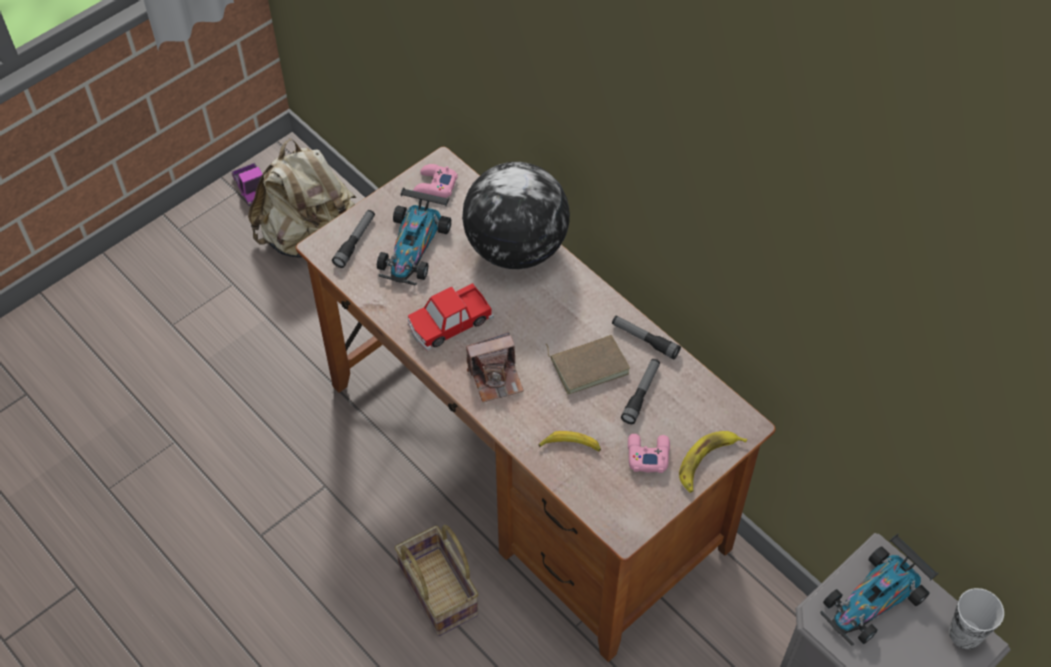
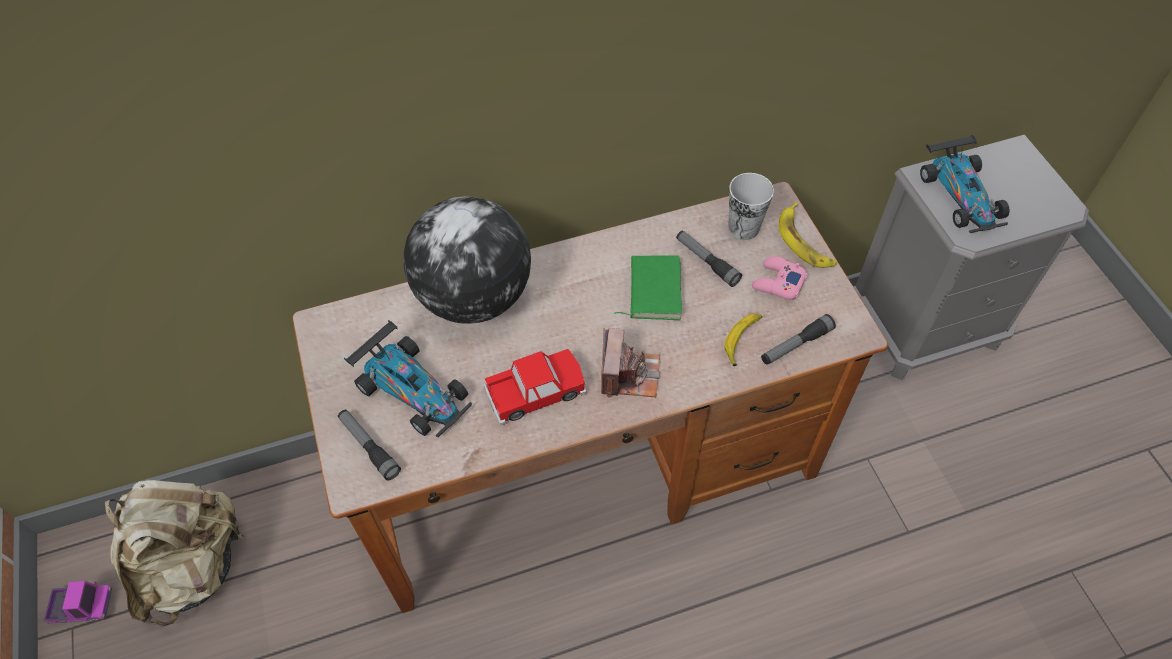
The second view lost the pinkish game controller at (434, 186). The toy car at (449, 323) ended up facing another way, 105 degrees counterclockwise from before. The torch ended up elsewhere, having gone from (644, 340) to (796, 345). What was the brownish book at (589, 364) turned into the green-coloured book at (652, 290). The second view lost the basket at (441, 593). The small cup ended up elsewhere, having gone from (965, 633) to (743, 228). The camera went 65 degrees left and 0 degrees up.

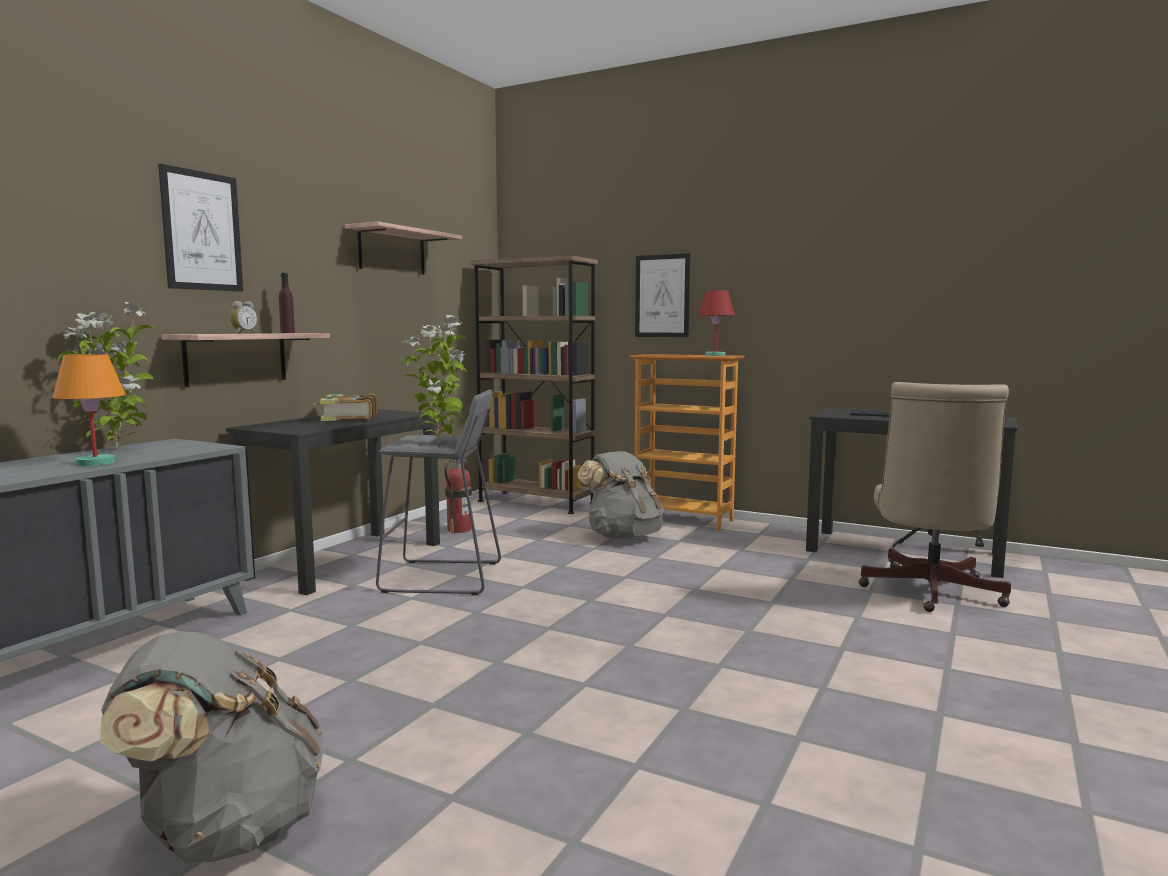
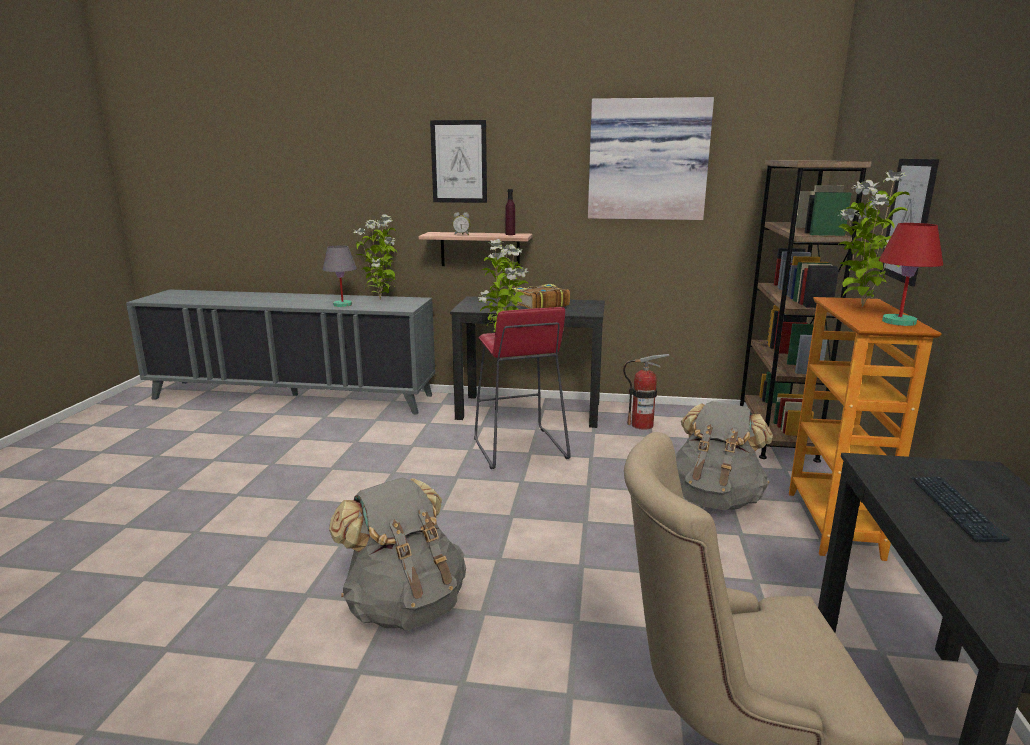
Where the wall shelf hung at (392, 251), the wall art came to hang at (647, 160). What was the orange lamp for a table at (96, 462) turned into the gray lamp for a table at (343, 305). What was the gray stool seat at (443, 577) turned into the reddish stool seat at (519, 448). The gray knapsack ended up elsewhere, having gone from (225, 831) to (405, 605). The second view gained the houseplant at (859, 306). The camera went 70 degrees right and 10 degrees up.

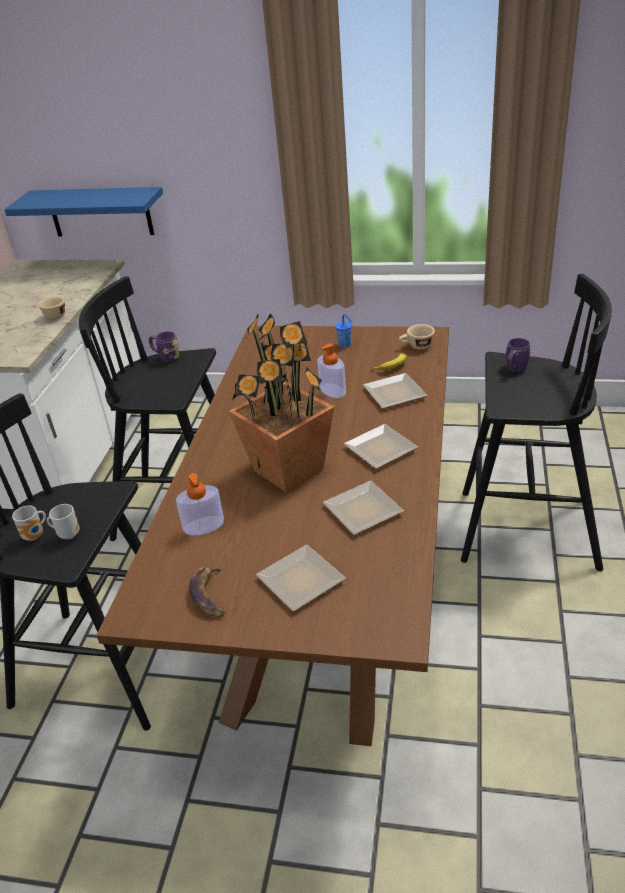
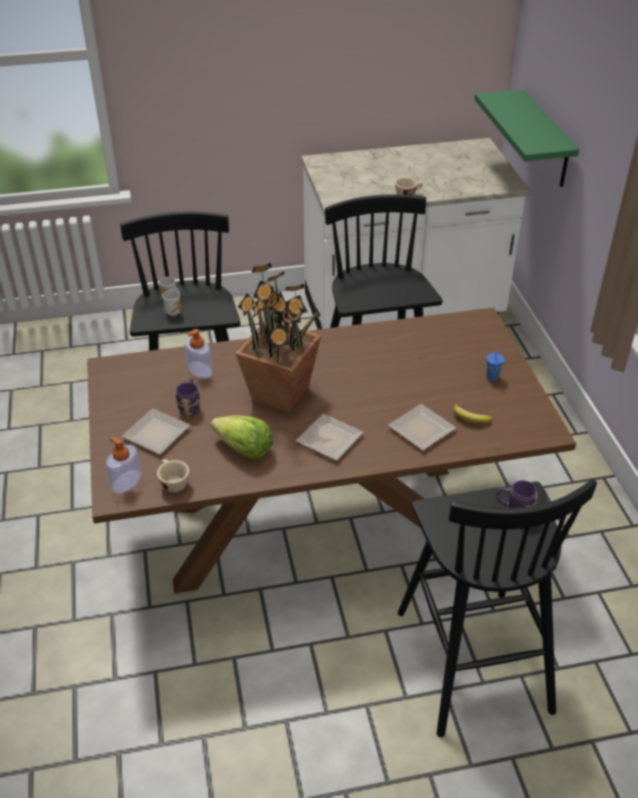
What was the blue wall shelf at (100, 212) turned into the green-coloured wall shelf at (546, 140). The beige small cup ended up elsewhere, having gone from (416, 346) to (172, 482). The purplish mug ended up elsewhere, having gone from (166, 357) to (190, 406). The liquid soap bottle ended up elsewhere, having gone from (332, 390) to (126, 481). Where the flat dish stood at (366, 511), the lettuce head came to stand at (244, 449). The second view lost the whole banana at (209, 594). The camera went 65 degrees right and 5 degrees up.

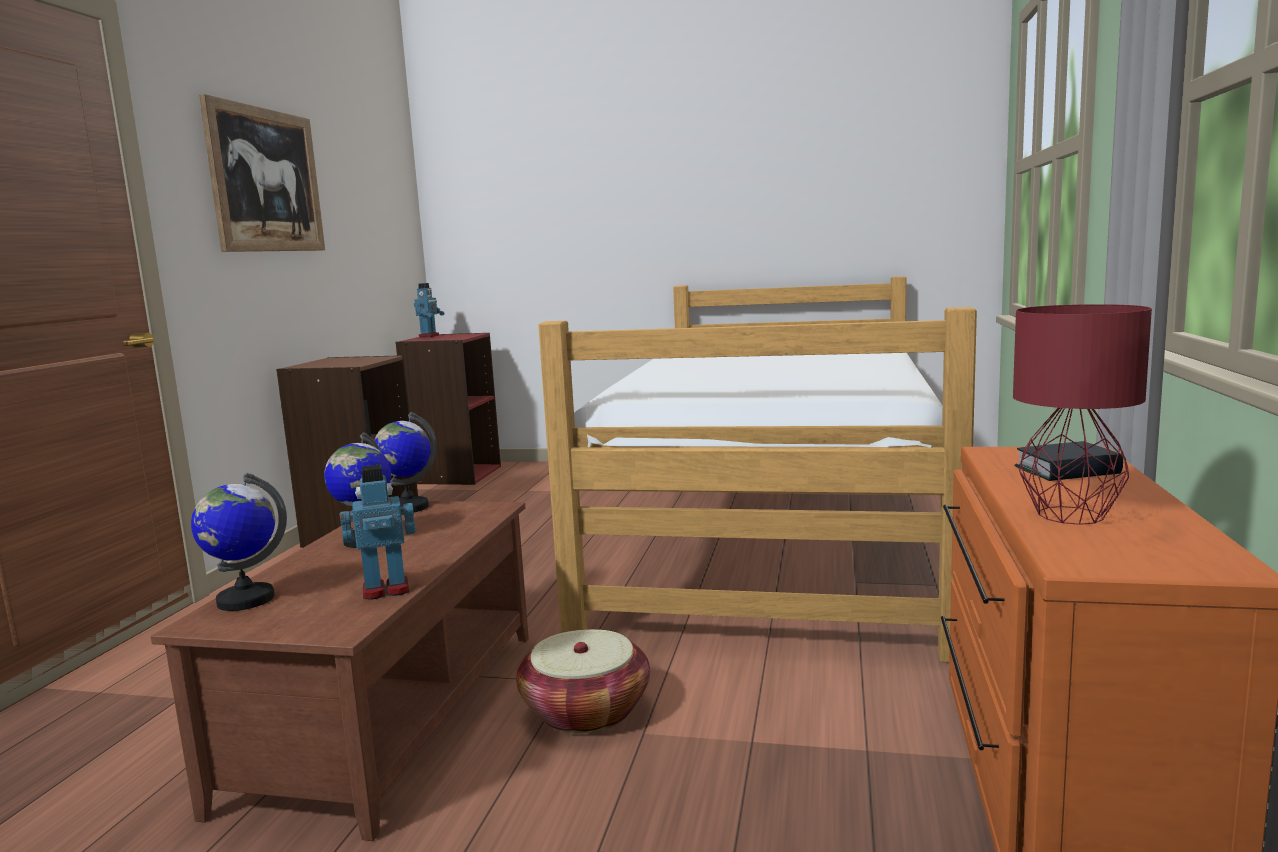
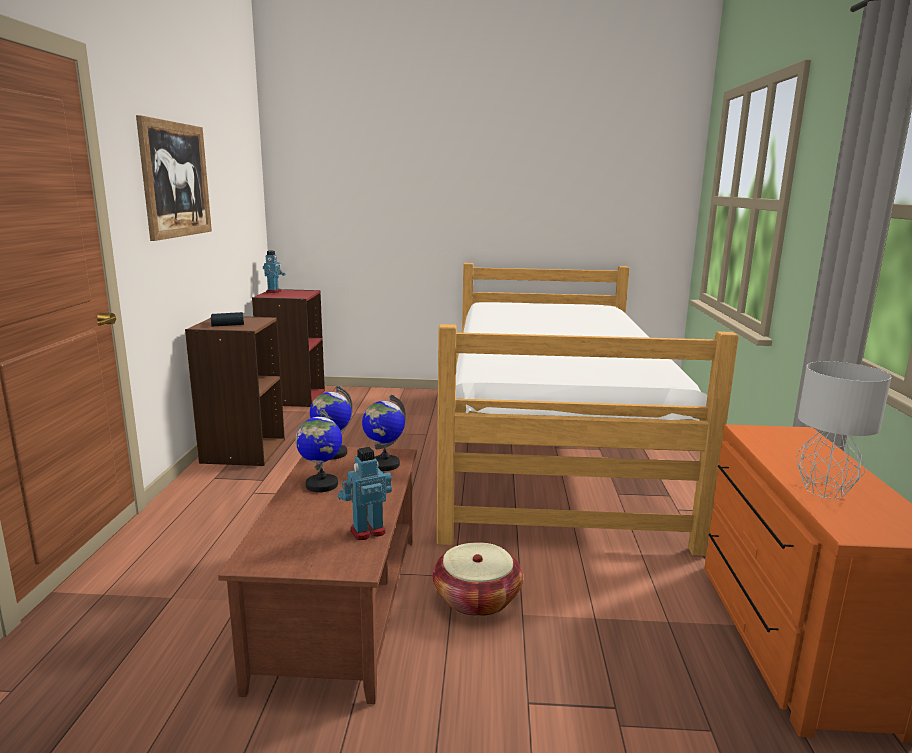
What was the reddish lamp for a table at (1068, 516) turned into the gray lamp for a table at (824, 491). The book ended up elsewhere, having gone from (1067, 471) to (227, 323). The desk globe ended up elsewhere, having gone from (245, 600) to (384, 464). The camera went 10 degrees left and 5 degrees up.

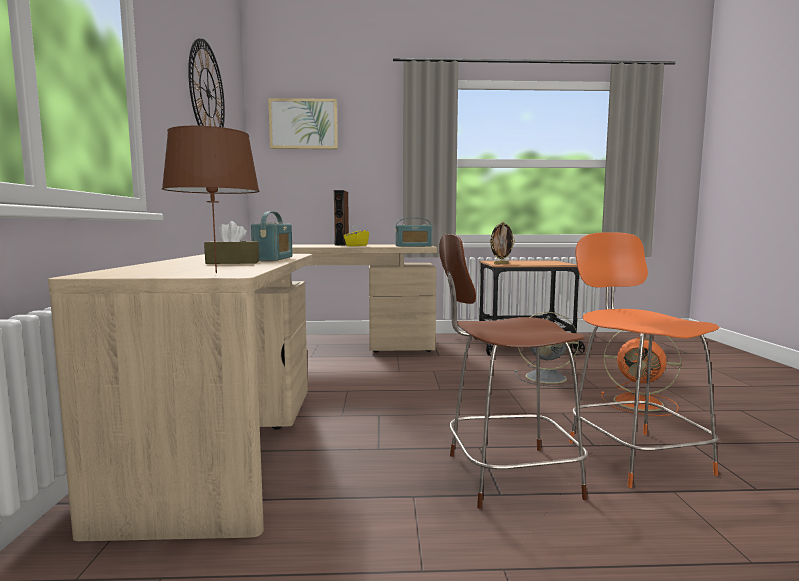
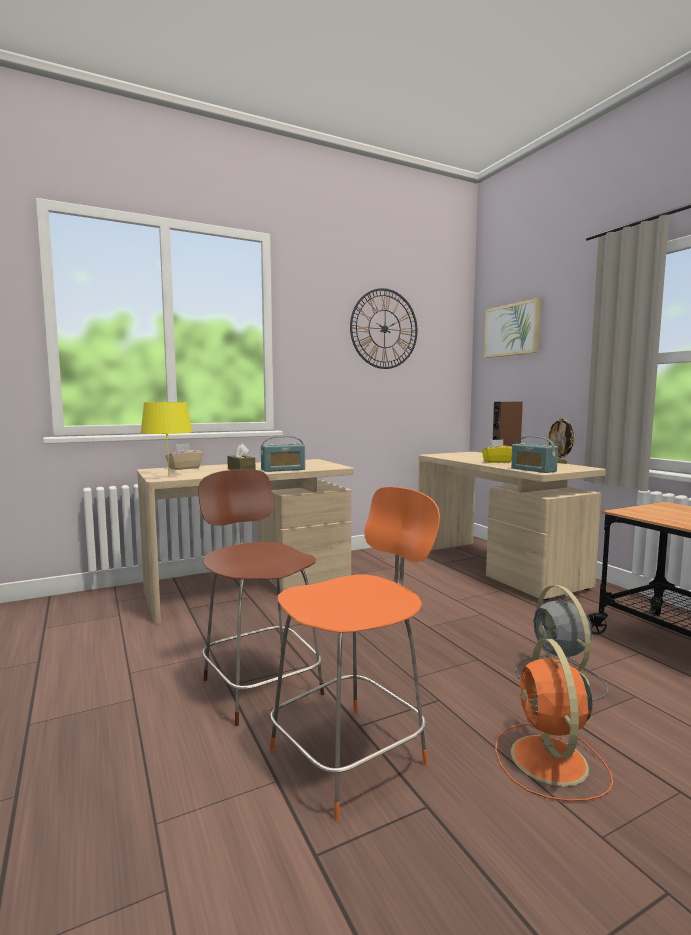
What was the brownish lamp for a table at (215, 273) turned into the yellowish lamp for a table at (168, 476). The standing frame ended up elsewhere, having gone from (501, 264) to (559, 463). The second view gained the beige box of tissues at (184, 468). The camera went 65 degrees right and 0 degrees up.

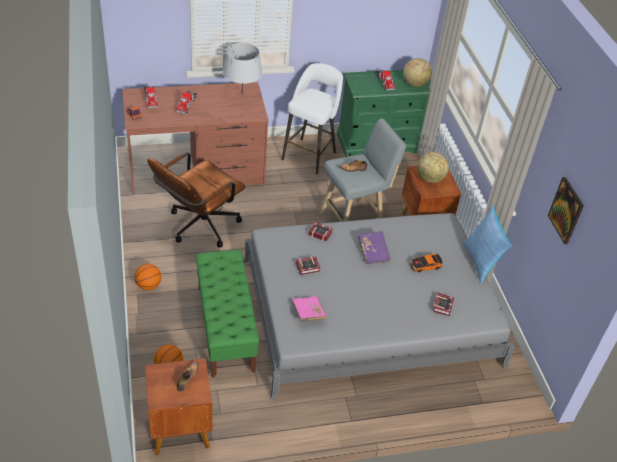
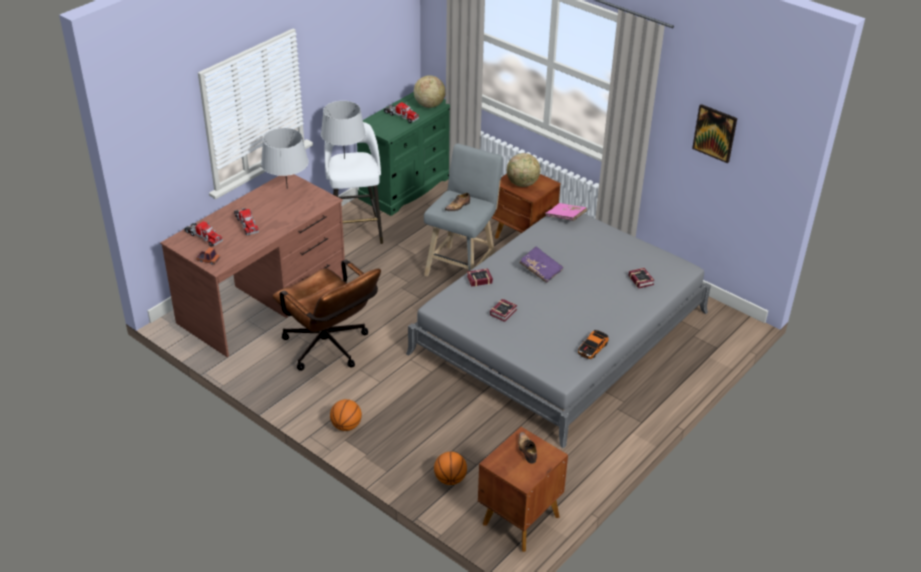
The brownish computer chair at (198, 227) ended up facing another way, 45 degrees counterclockwise from before. The second view lost the throw pillow at (481, 262). The second view lost the green-coloured bench at (225, 328). The toy car ended up elsewhere, having gone from (425, 265) to (592, 348). The pinkish book ended up elsewhere, having gone from (308, 313) to (566, 217). The second view gained the gray lamp for a table at (344, 158). The camera went 35 degrees left and 5 degrees down.

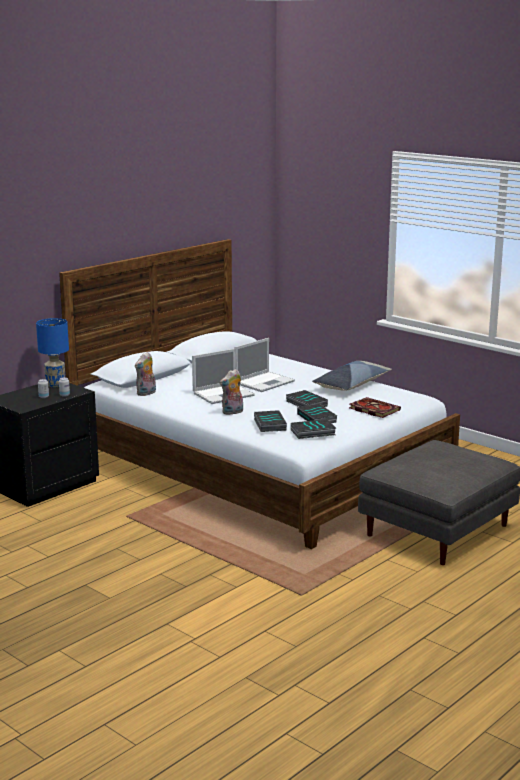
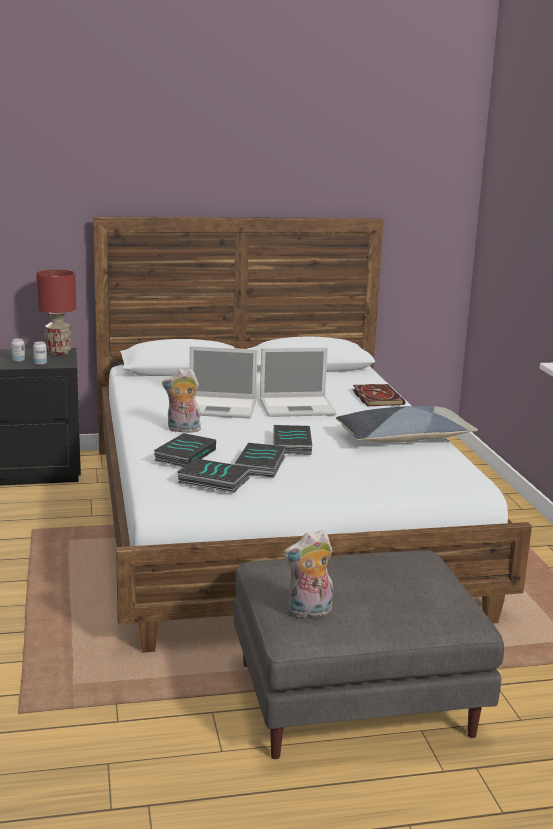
What was the blue lamp for a table at (55, 385) turned into the reddish lamp for a table at (58, 352). The soft toy ended up elsewhere, having gone from (146, 393) to (309, 612). The book ended up elsewhere, having gone from (372, 409) to (376, 397). The camera went 35 degrees right and 0 degrees up.

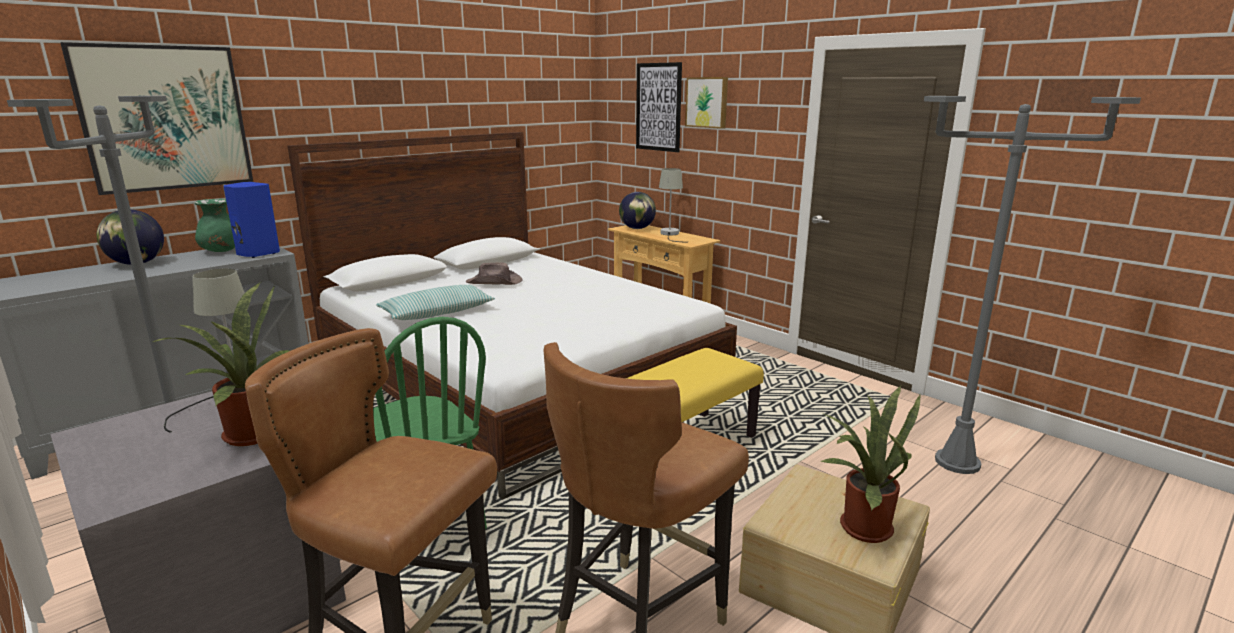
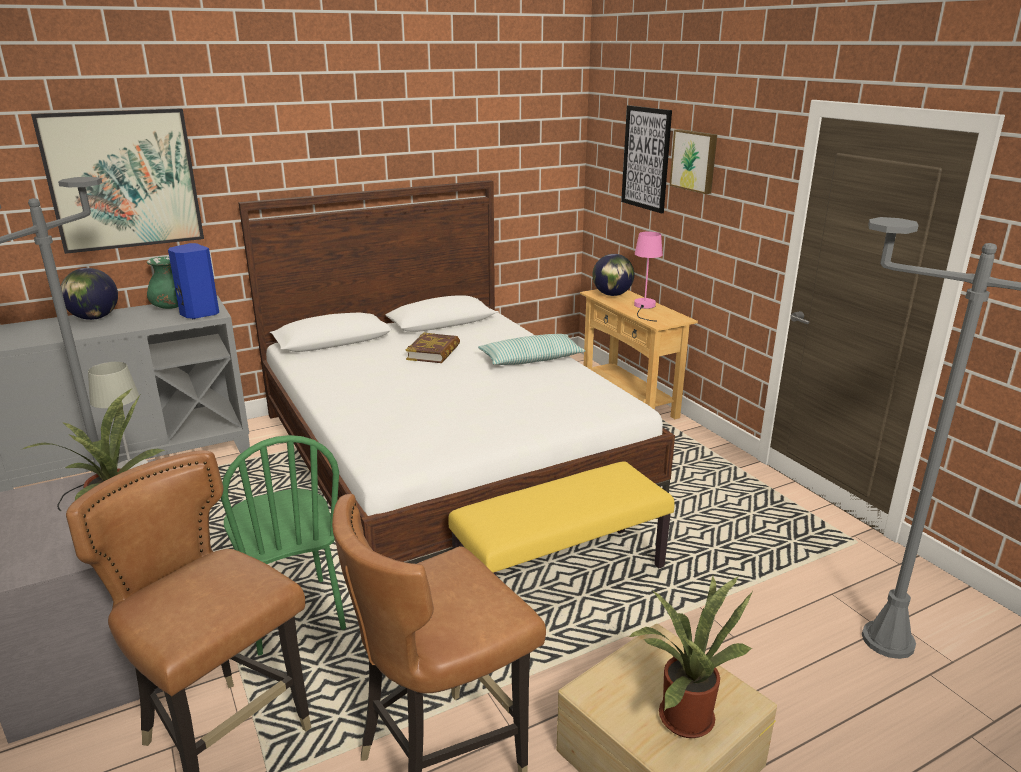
What was the gray lamp for a table at (670, 234) turned into the pinkish lamp for a table at (644, 307). Where the brownish hat stood at (494, 282), the book came to stand at (434, 352). The throw pillow ended up elsewhere, having gone from (437, 313) to (531, 359). The camera went 15 degrees right and 5 degrees up.

